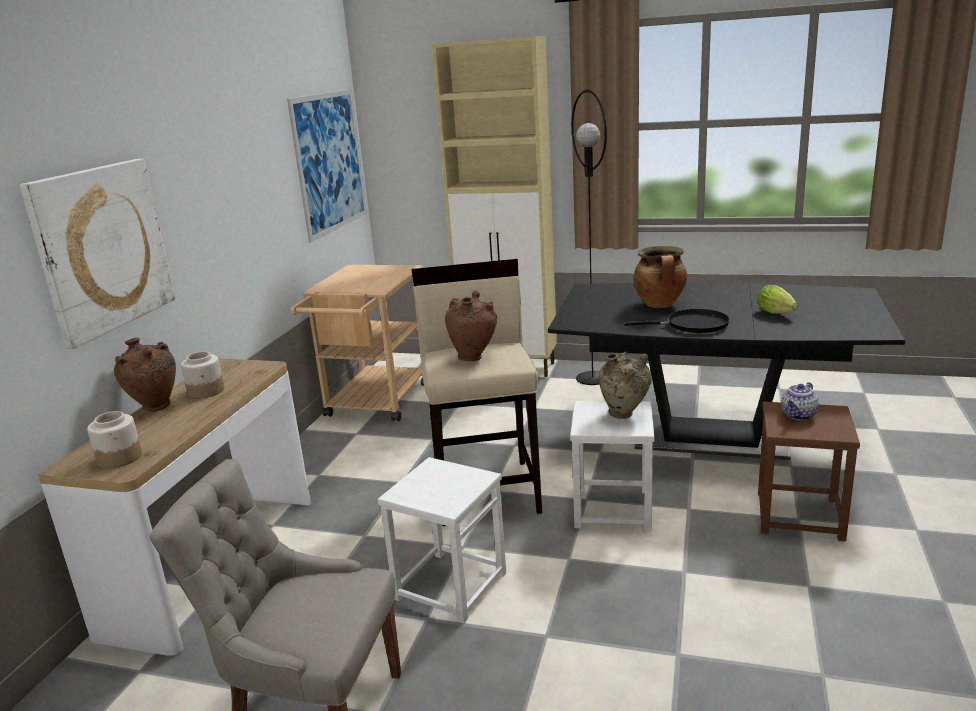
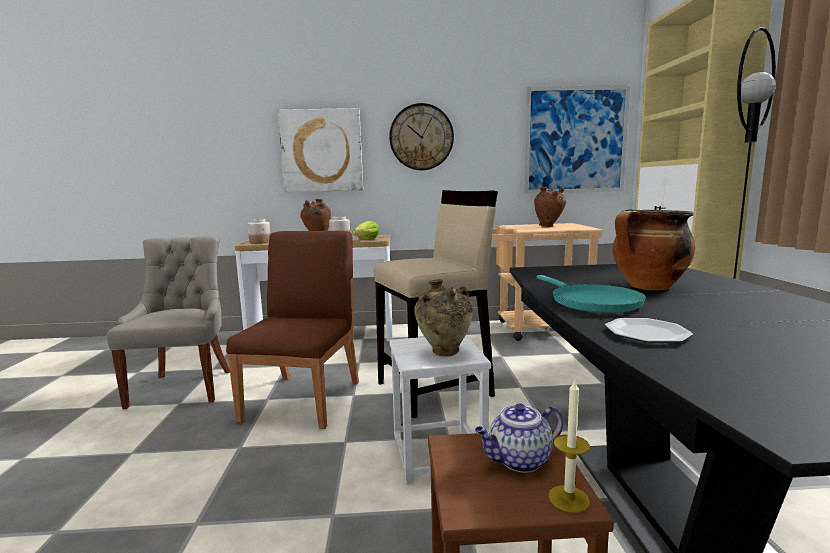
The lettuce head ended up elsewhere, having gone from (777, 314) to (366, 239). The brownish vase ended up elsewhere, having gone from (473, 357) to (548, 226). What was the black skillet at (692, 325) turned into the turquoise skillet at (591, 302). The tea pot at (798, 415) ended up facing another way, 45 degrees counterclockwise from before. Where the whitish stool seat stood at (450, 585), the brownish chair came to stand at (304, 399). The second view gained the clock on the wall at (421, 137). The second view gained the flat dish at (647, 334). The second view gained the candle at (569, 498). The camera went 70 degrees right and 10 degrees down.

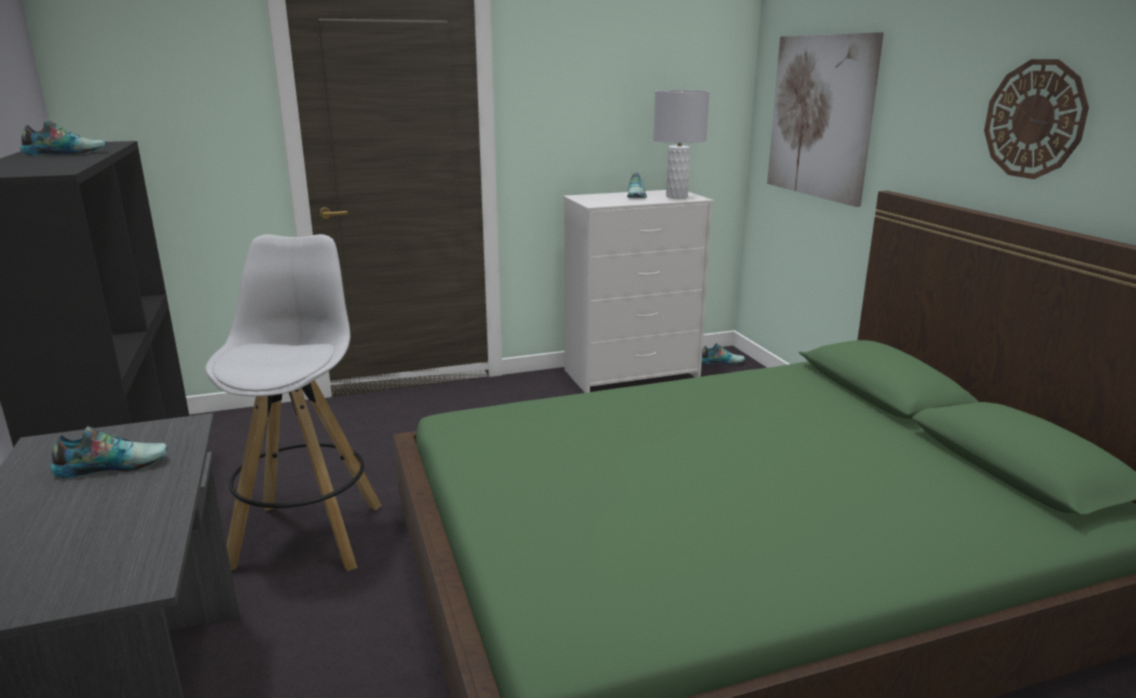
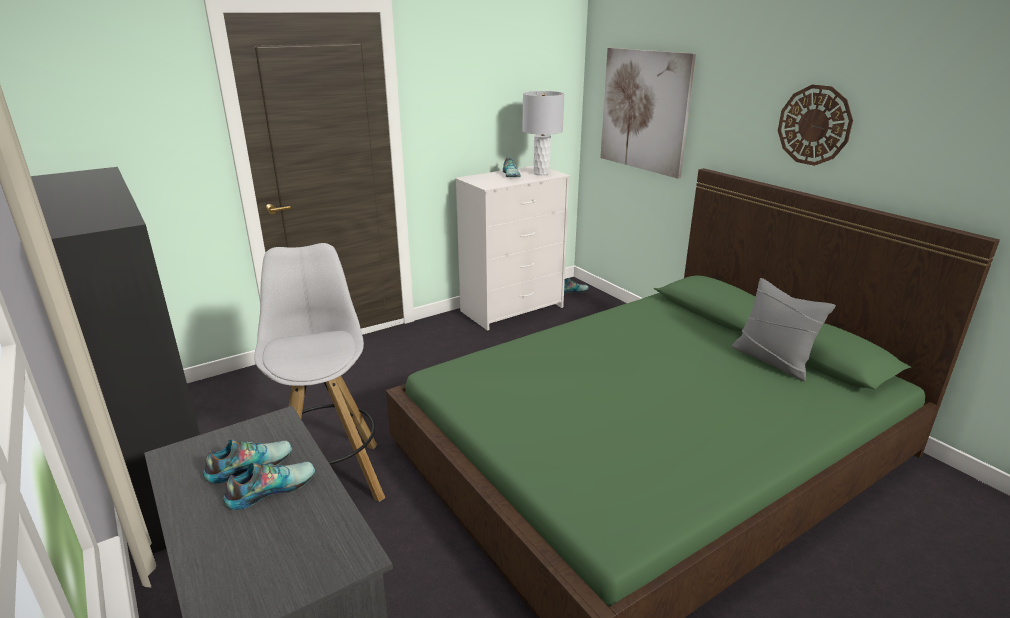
The item of footwear ended up elsewhere, having gone from (66, 153) to (270, 488). The second view gained the gray throw pillow at (772, 360). The camera went 15 degrees left and 5 degrees up.

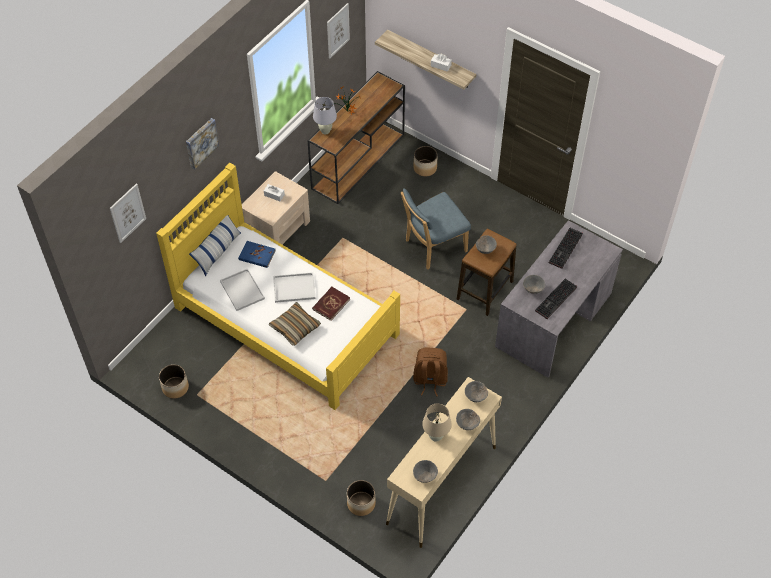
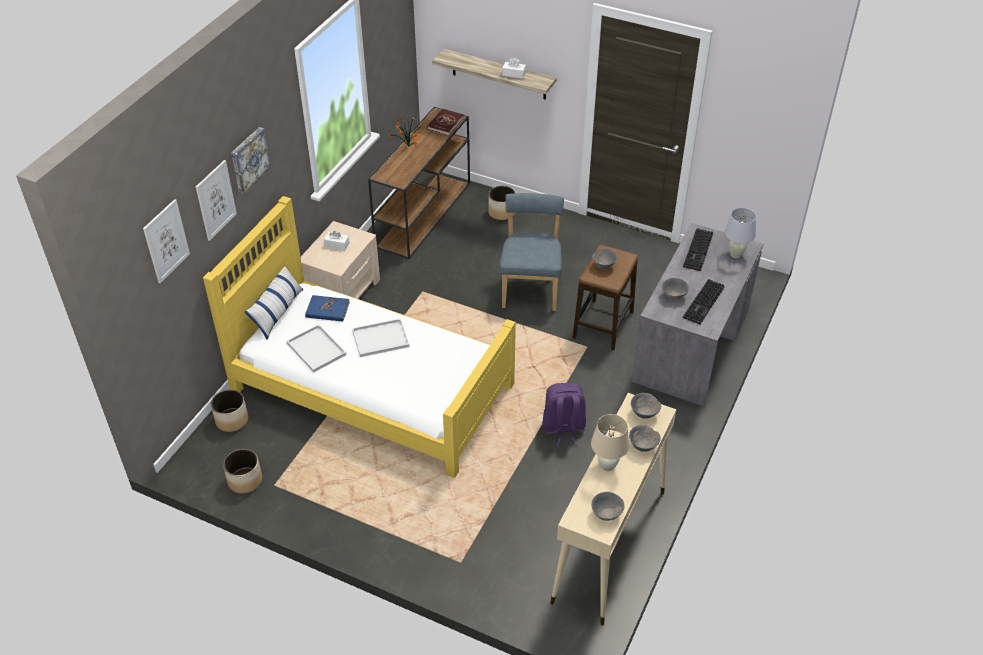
The wall art ended up elsewhere, having gone from (338, 30) to (216, 200). The whitish lamp for a table ended up elsewhere, having gone from (325, 131) to (735, 254). The blue chair at (433, 247) ended up facing another way, 135 degrees clockwise from before. The reddish book ended up elsewhere, having gone from (331, 304) to (445, 123). The second view lost the throw pillow at (295, 327). What was the brownish knapsack at (429, 380) turned into the purplish knapsack at (563, 428). The flower pot ended up elsewhere, having gone from (360, 503) to (231, 420). The camera went 10 degrees left and 10 degrees down.

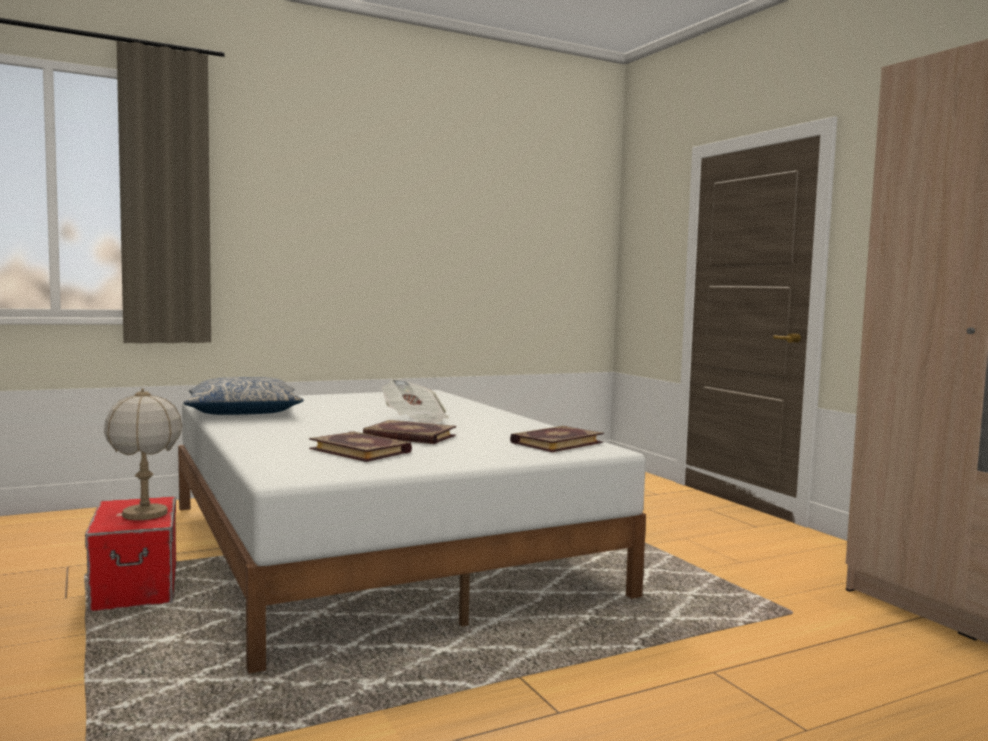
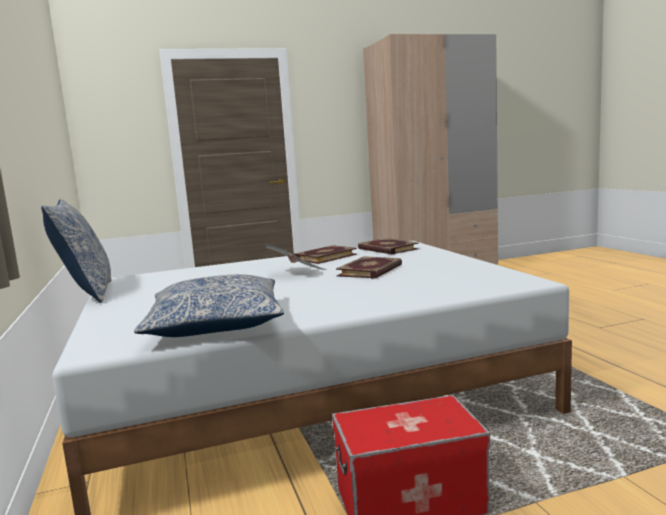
The second view lost the lamp for a table at (144, 514). The book ended up elsewhere, having gone from (361, 450) to (324, 257). The second view gained the throw pillow at (87, 294). The camera went 80 degrees left and 5 degrees up.

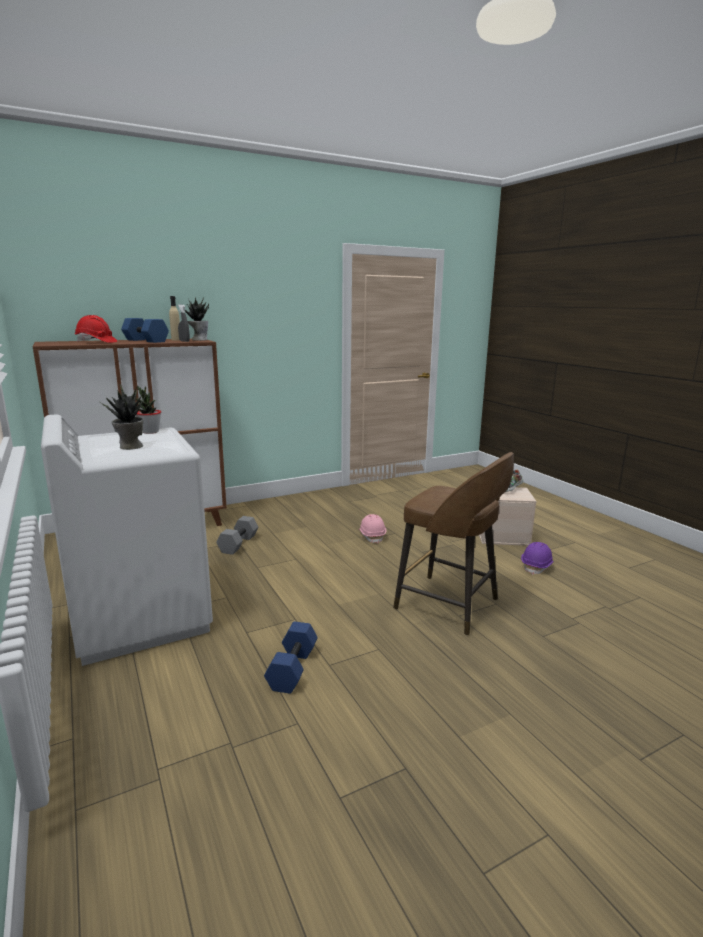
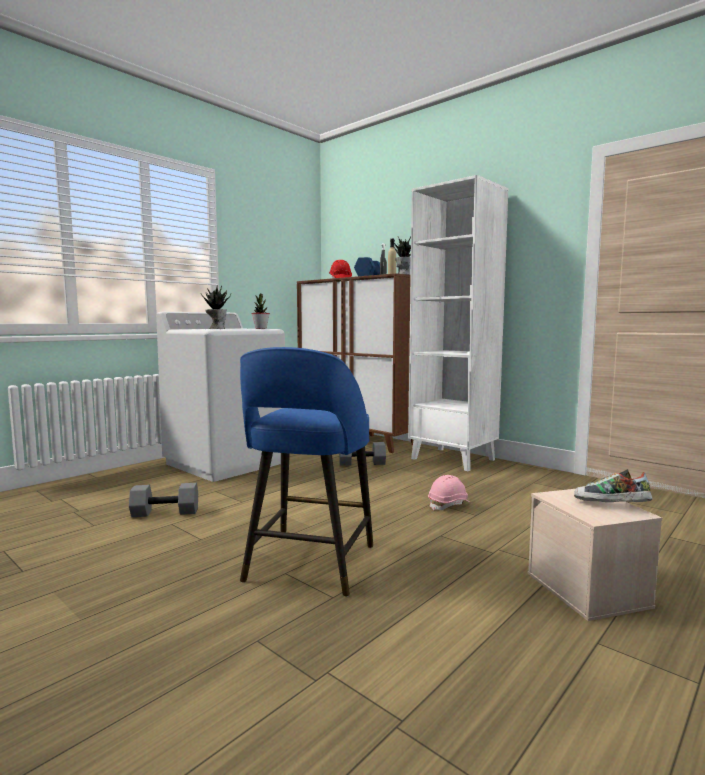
What was the brownish stool seat at (449, 605) turned into the blue stool seat at (309, 565). The second view lost the purplish safety helmet at (537, 566). What was the blue hand weight at (291, 668) turned into the gray hand weight at (166, 512). The second view gained the whitish bookshelf at (453, 459). The camera went 70 degrees right and 10 degrees down.

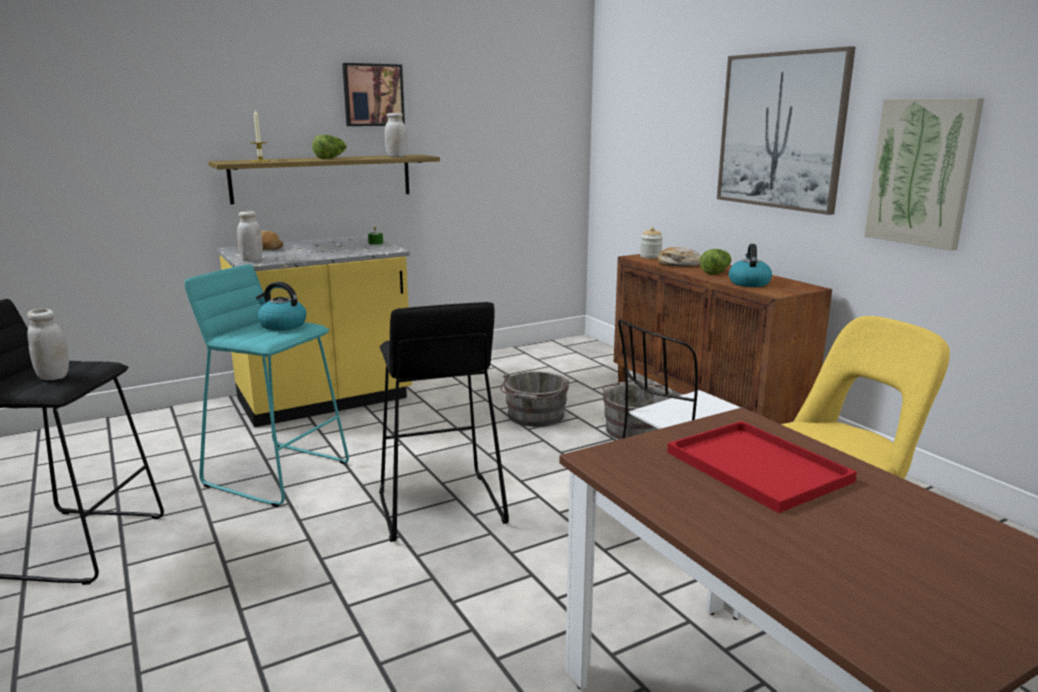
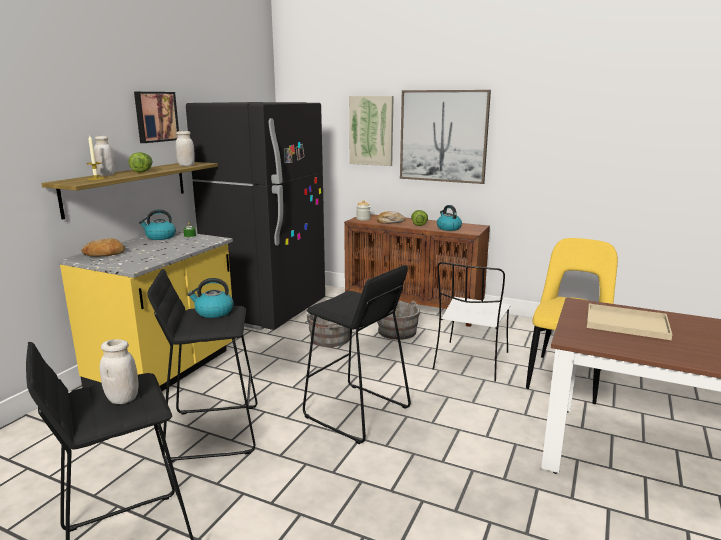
The wall art ended up elsewhere, having gone from (922, 172) to (371, 130). The whitish storage jar ended up elsewhere, having gone from (252, 260) to (106, 175). What was the turquoise stool seat at (278, 473) turned into the black stool seat at (213, 431). What was the reddish carrying tray at (761, 467) turned into the beige carrying tray at (628, 323). The second view gained the black kitchen fridge at (268, 310). The second view gained the tea kettle at (160, 237). The camera went 35 degrees left and 0 degrees up.

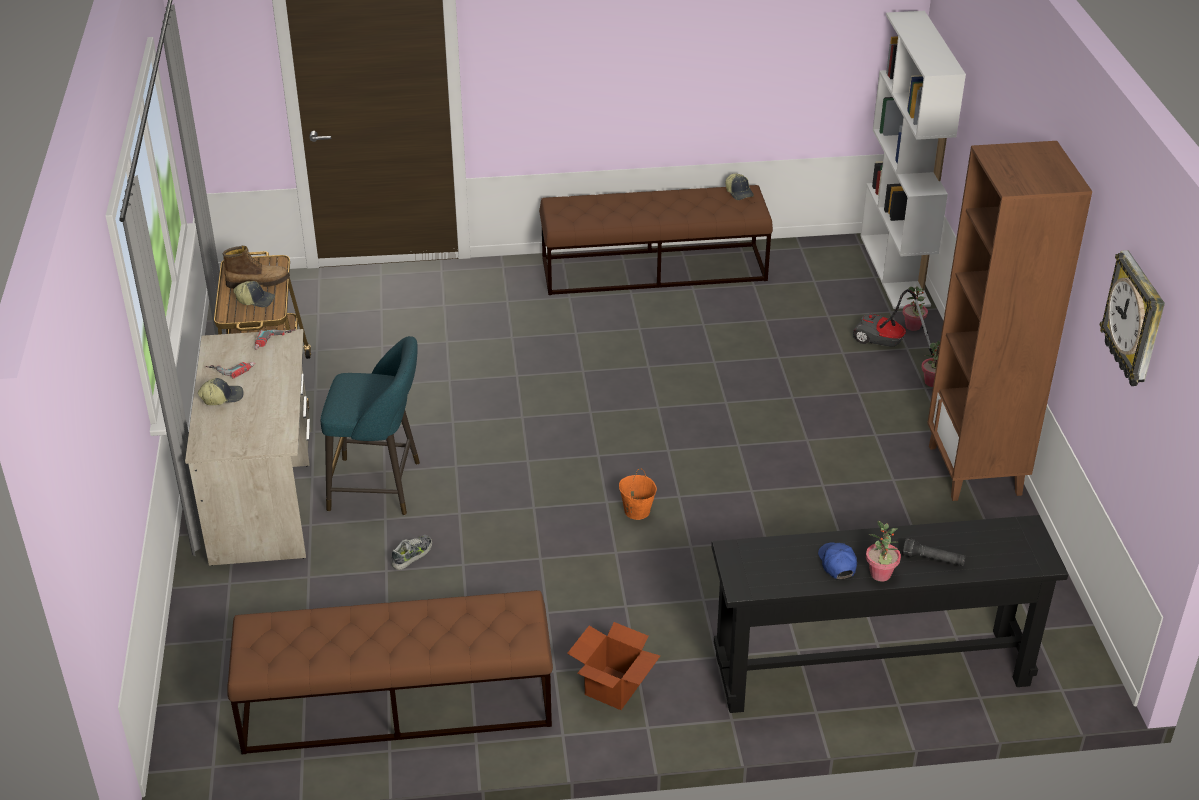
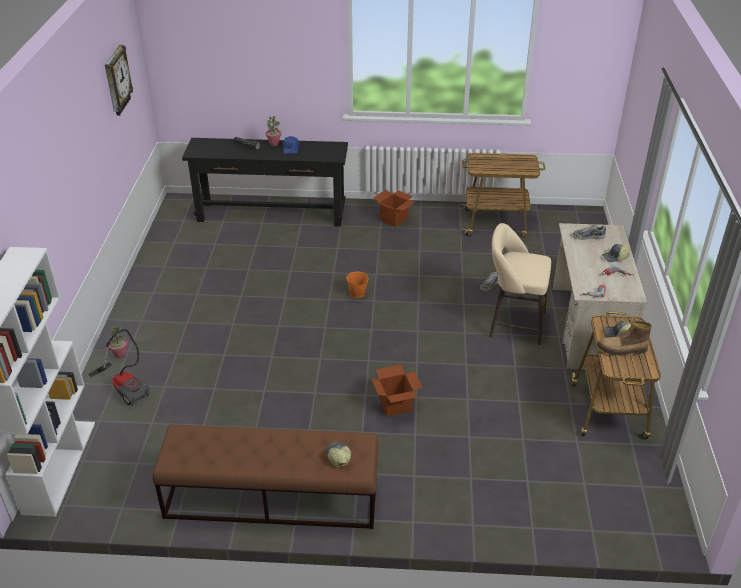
The second view lost the brownish bookshelf at (975, 470). The peaked cap ended up elsewhere, having gone from (739, 192) to (338, 456). The second view lost the houseplant at (913, 326). What was the turquoise stool seat at (380, 487) turned into the beige stool seat at (513, 324). Where the brownish bench stood at (396, 704), the trolley came to stand at (496, 223). The second view gained the item of footwear at (588, 236). The second view gained the cardboard box at (395, 405). The camera went 170 degrees left and 0 degrees up.

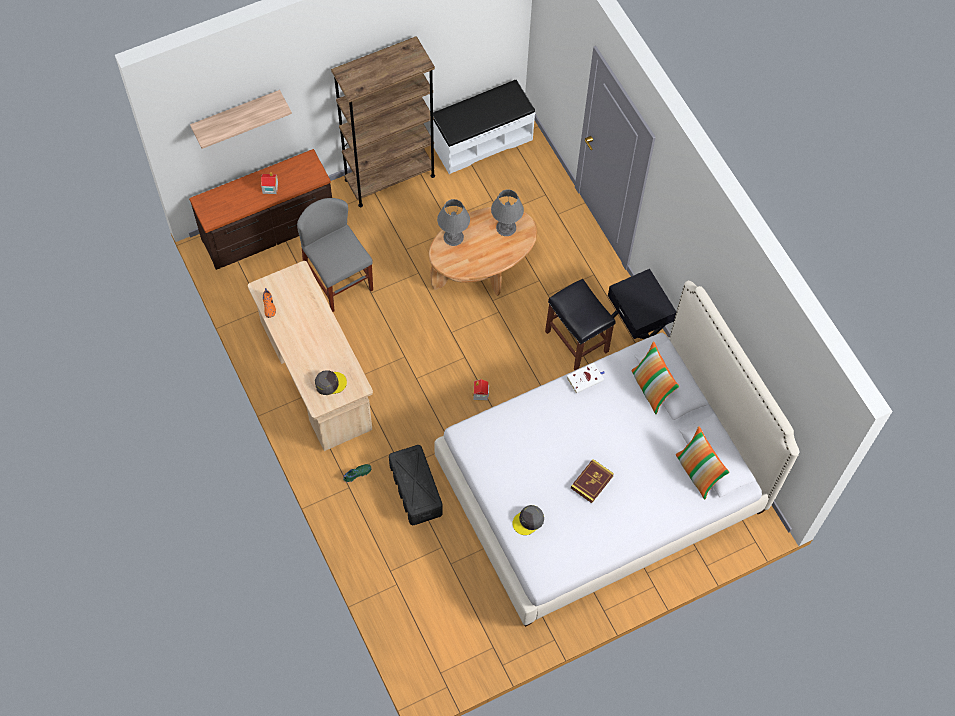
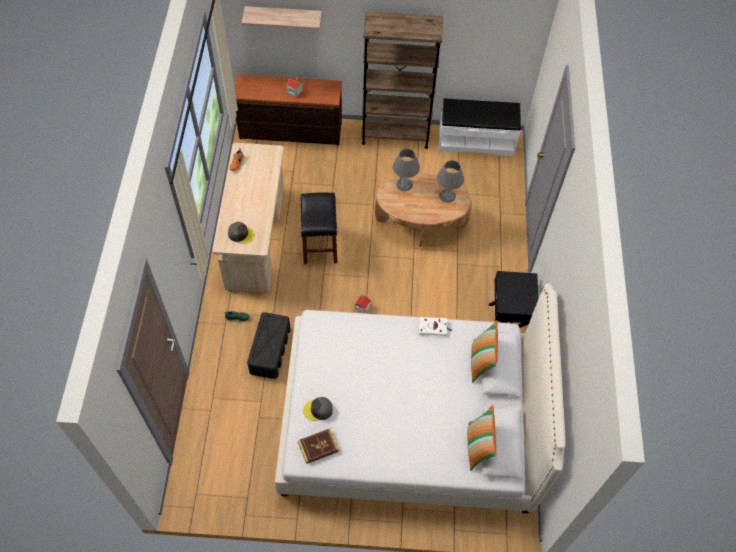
The second view lost the gray chair at (338, 280). The black stool seat ended up elsewhere, having gone from (577, 342) to (320, 246). The book ended up elsewhere, having gone from (592, 482) to (318, 447). The camera went 30 degrees right and 5 degrees down.

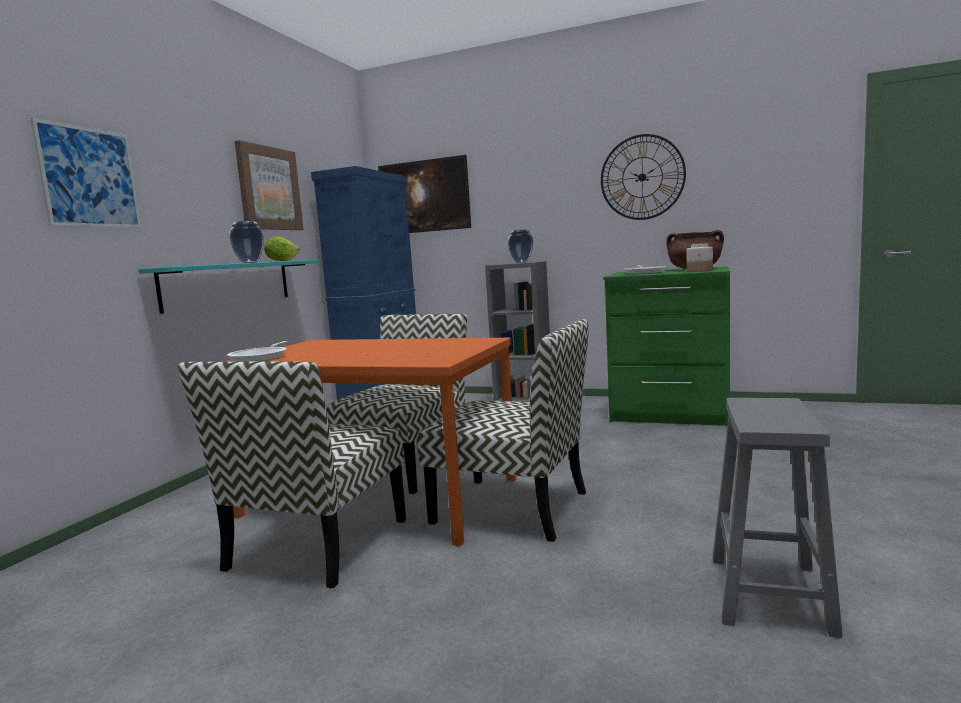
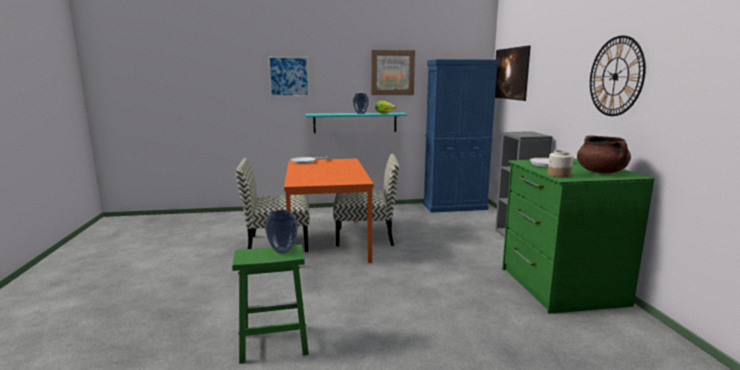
The vase ended up elsewhere, having gone from (521, 262) to (283, 250). The second view lost the chair at (514, 507). What was the gray stool seat at (770, 595) turned into the green-coloured stool seat at (273, 344). The camera went 60 degrees right and 5 degrees up.

